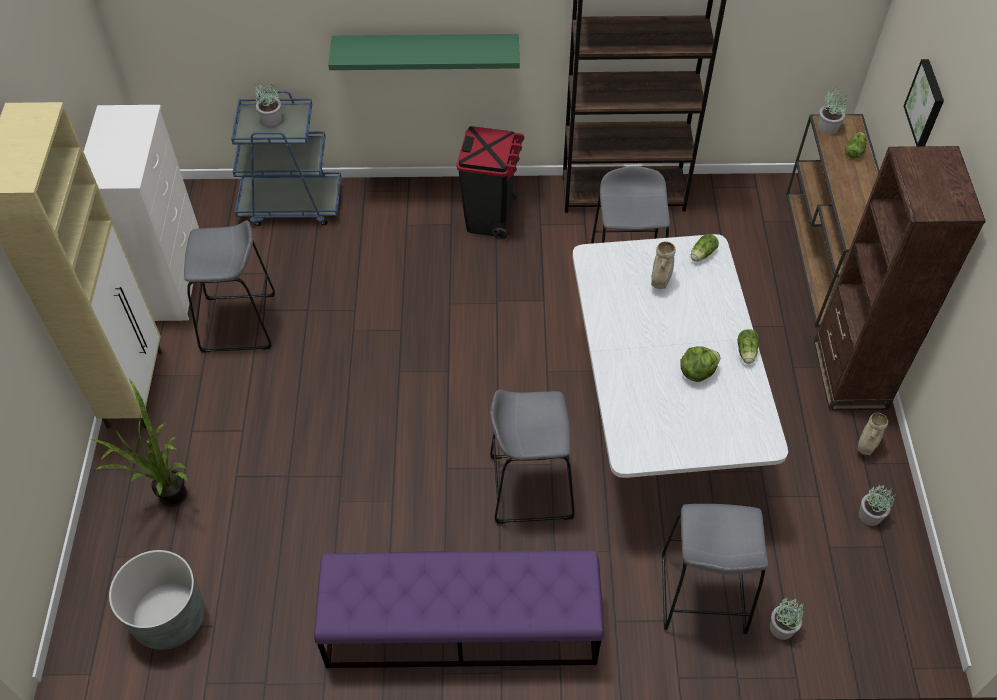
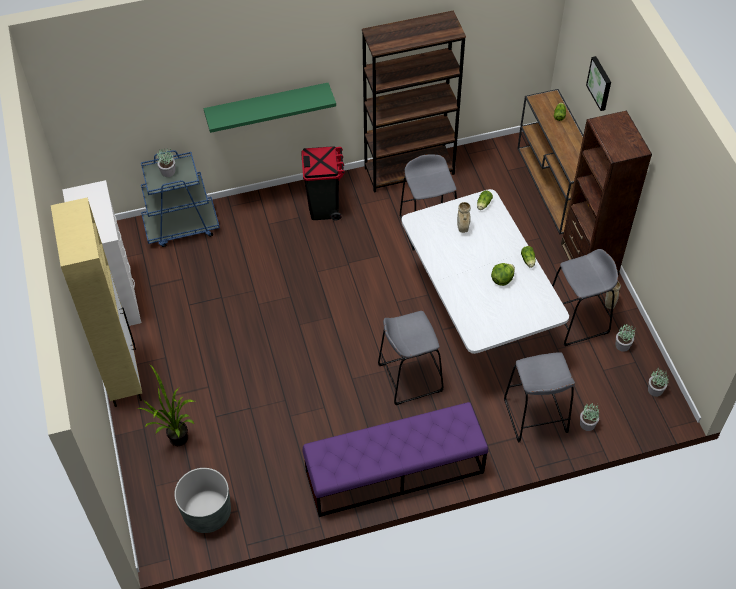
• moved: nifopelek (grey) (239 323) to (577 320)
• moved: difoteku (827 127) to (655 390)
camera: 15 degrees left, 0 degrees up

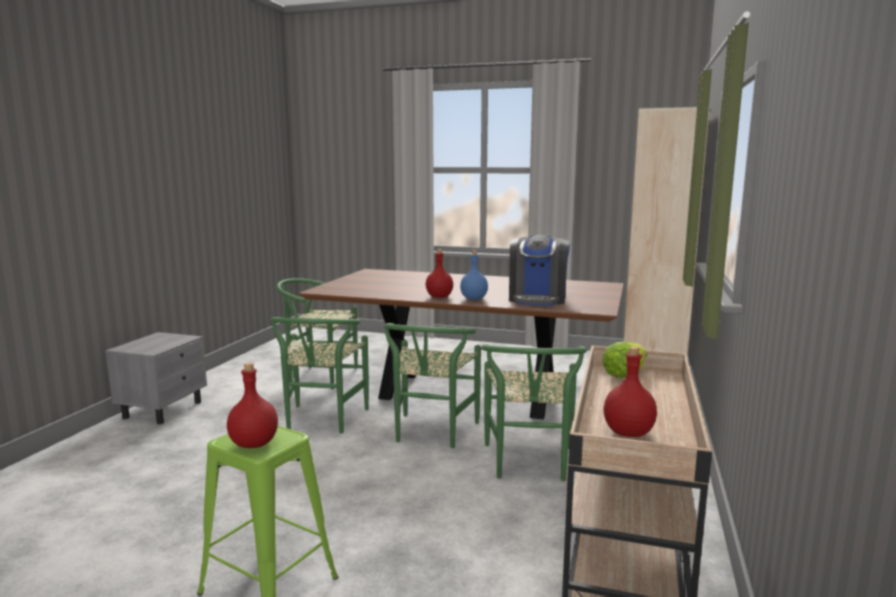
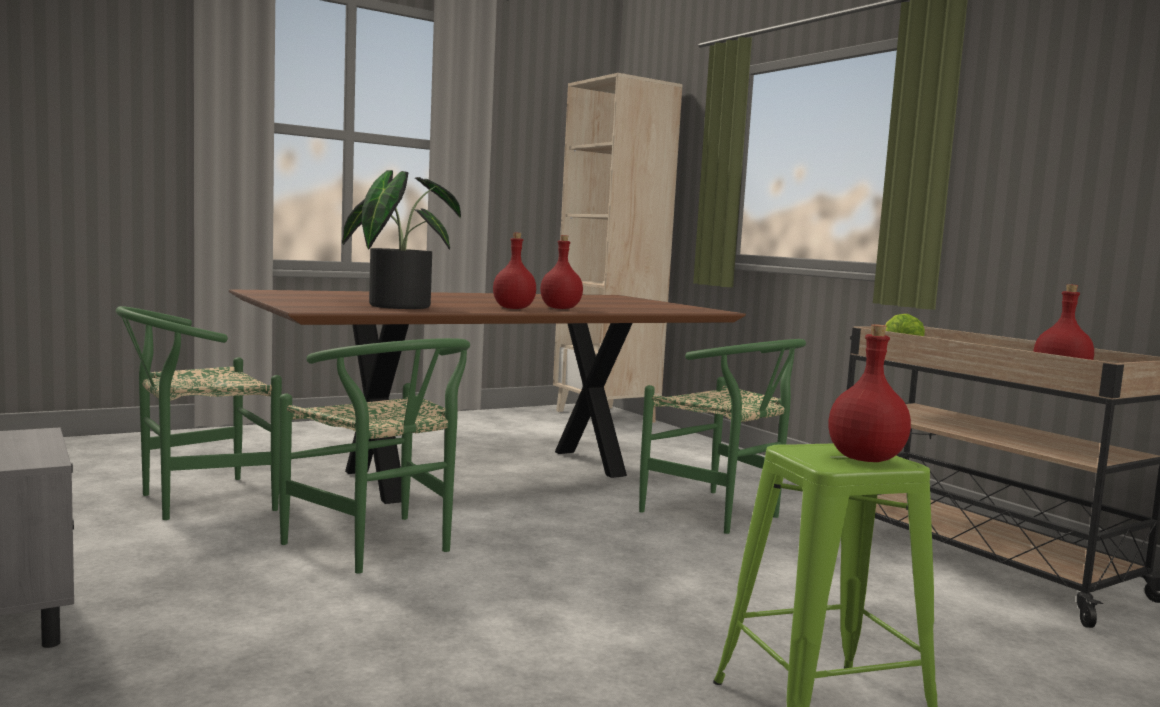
• removed: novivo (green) (431 434)
• recoloured: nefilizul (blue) (474 299) to nefilizul (red) (561 308)
• removed: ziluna (537 299)
• added: difoteku (397 306)
camera: 50 degrees left, 5 degrees down

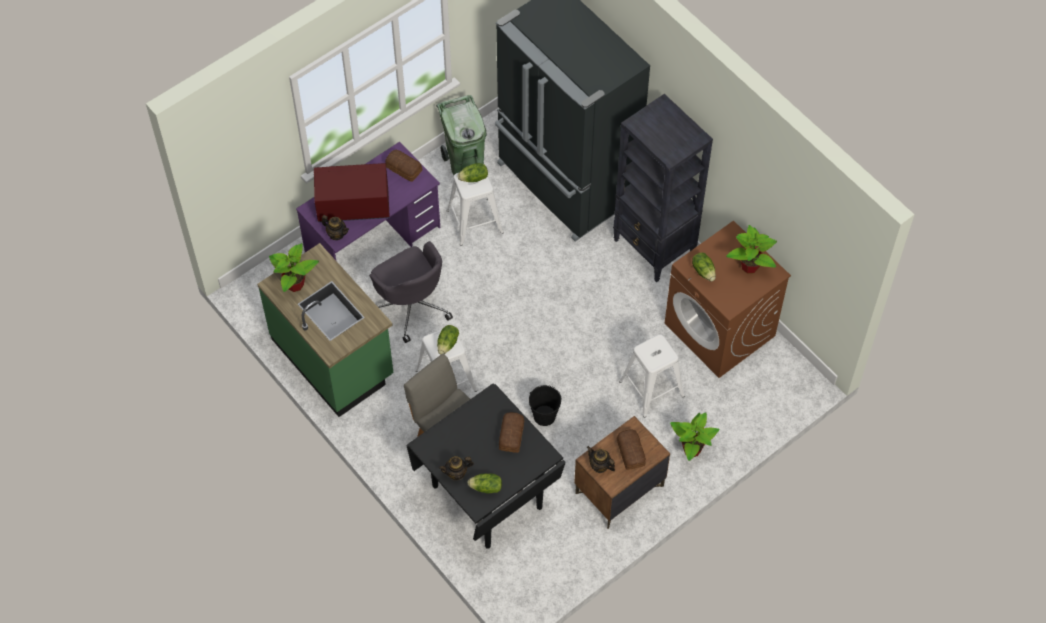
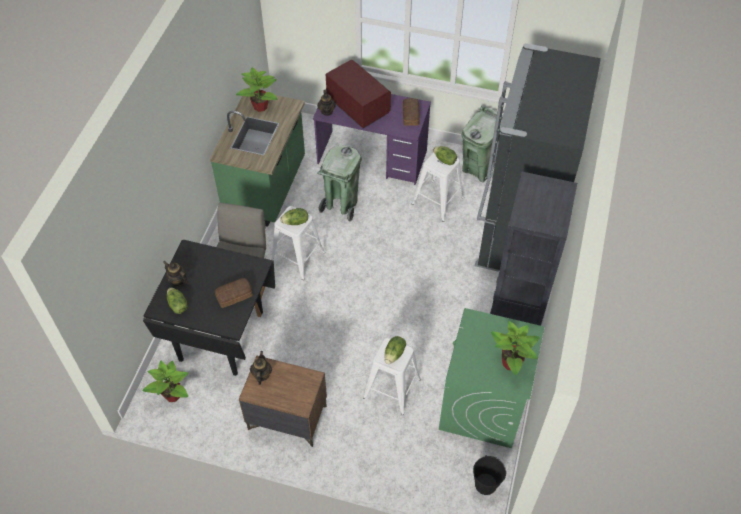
• replaced: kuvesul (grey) (411 305) to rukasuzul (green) (341 205)
• moved: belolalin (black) (544 416) to (485 484)
• removed: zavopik (631 452)
• recoloured: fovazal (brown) (720 330) to fovazal (green) (483 405)
• moved: difoteku (692 449) to (173 395)
• moved: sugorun (704 271) to (394 354)
camera: 55 degrees right, 5 degrees down

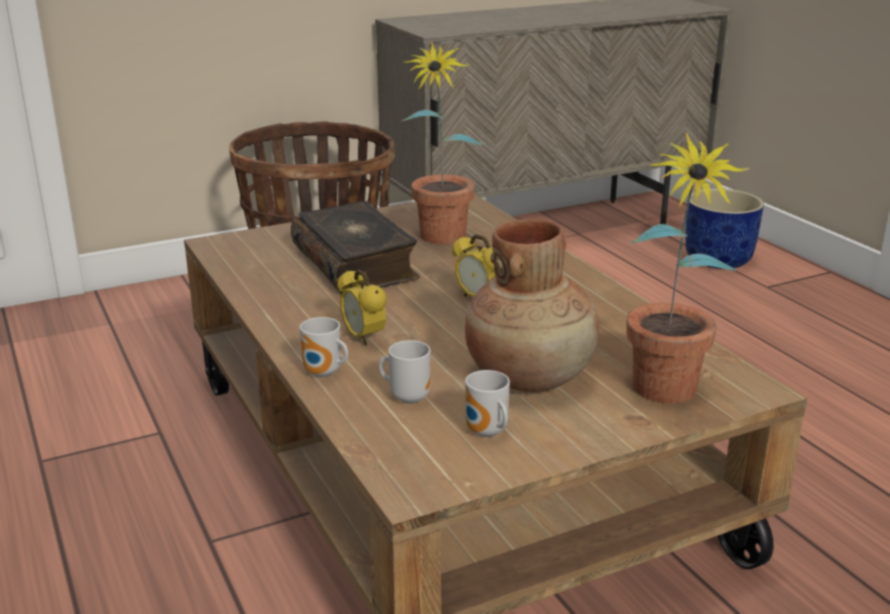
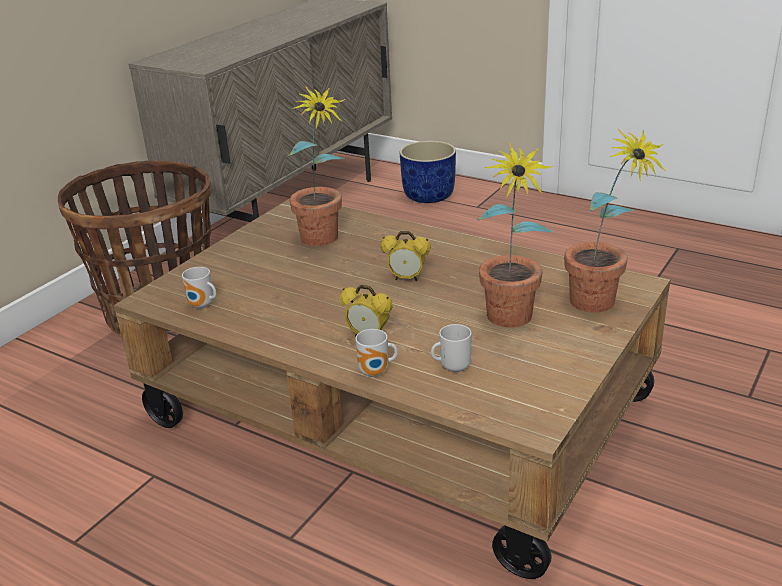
• removed: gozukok (356 264)
• replaced: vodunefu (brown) (531 377) to difoteku (510 323)
• moved: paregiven (486 433) to (202 306)
camera: 30 degrees left, 5 degrees up

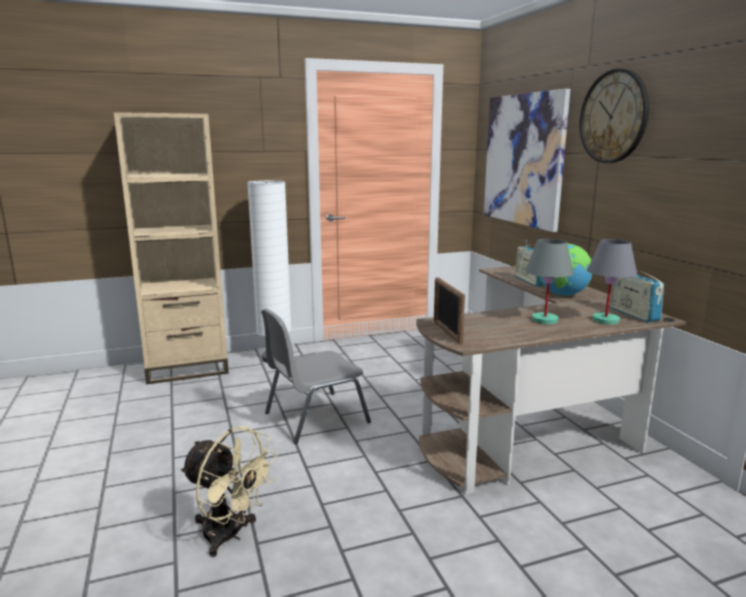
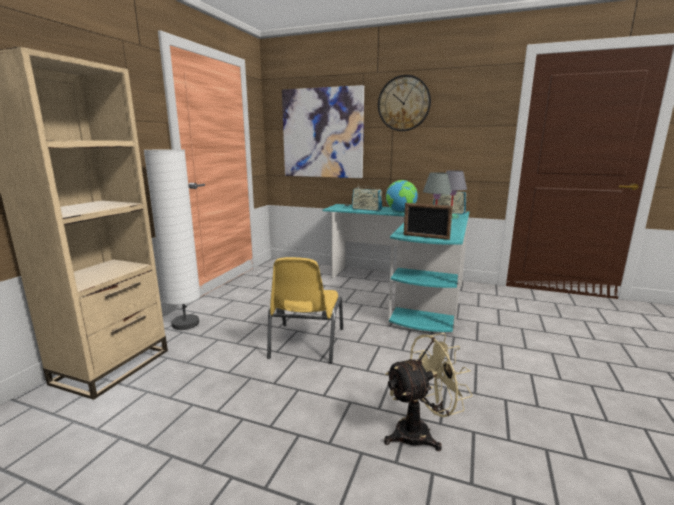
• recoloured: novivo (grey) (314 417) to novivo (yellow) (306 343)
• recoloured: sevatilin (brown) (534 422) to sevatilin (turquoise) (406 292)
camera: 50 degrees left, 0 degrees up

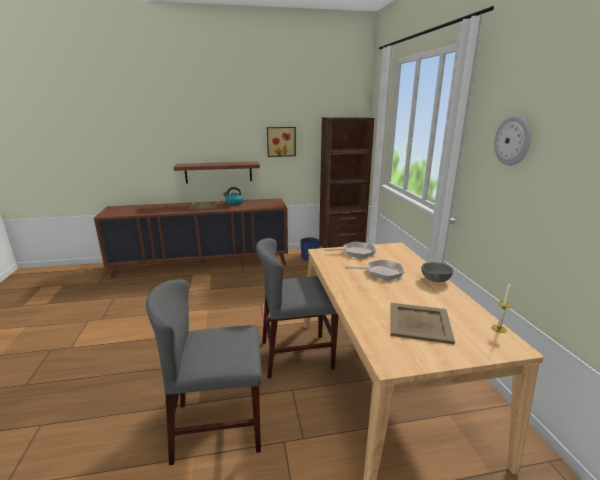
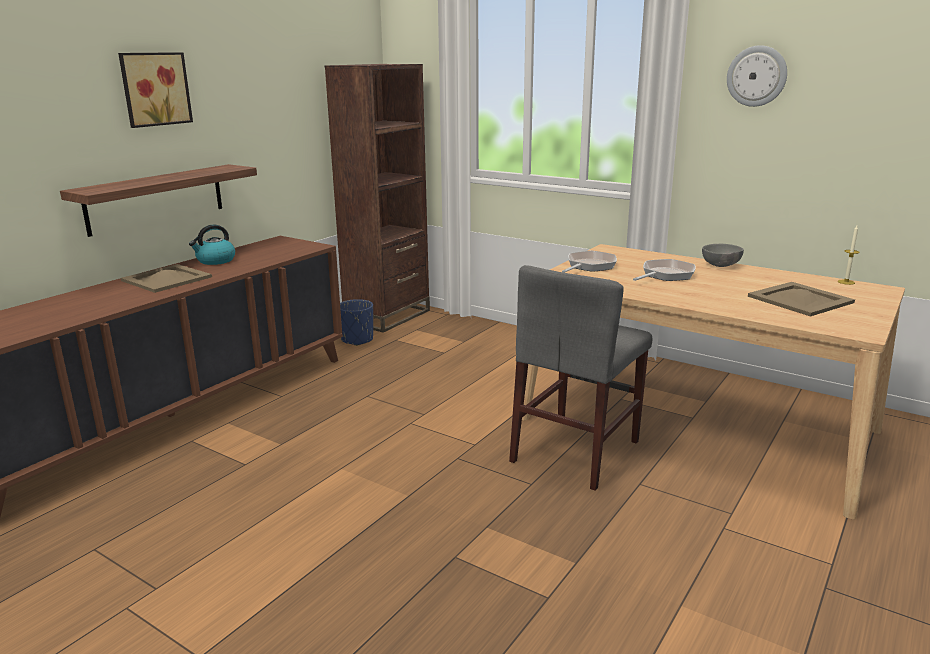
• removed: novivo (grey) (218 426)
• moved: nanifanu (281 141) to (154 89)
camera: 45 degrees left, 0 degrees up

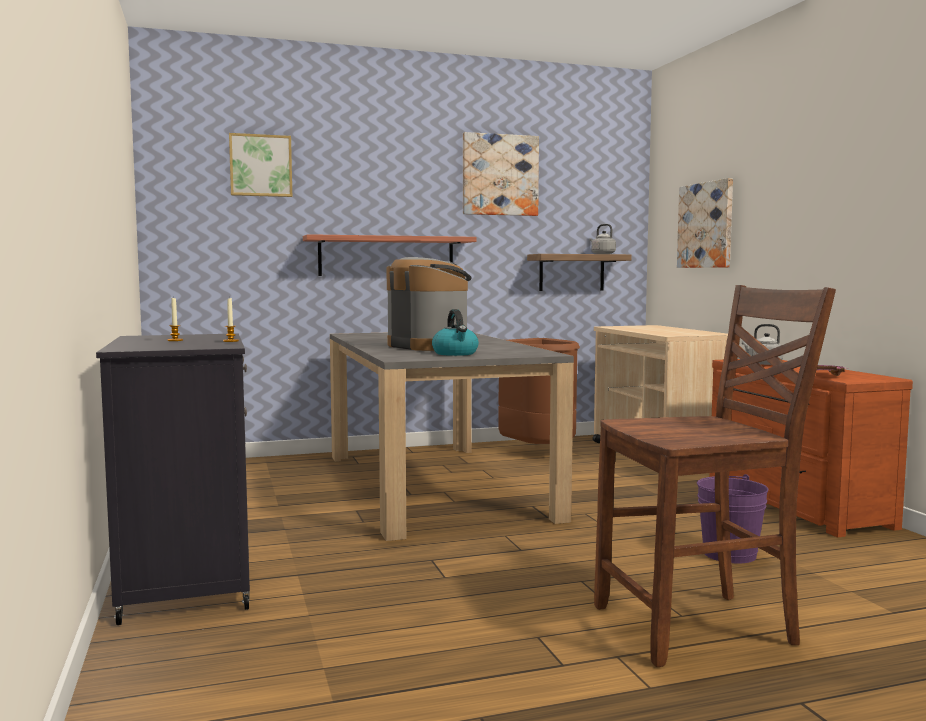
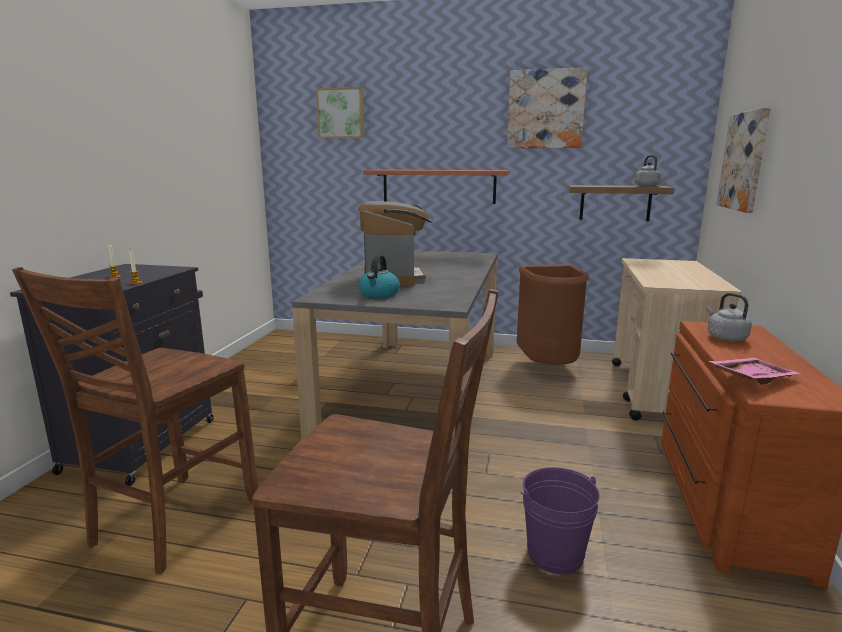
• added: novivo (brown) (172 522)
camera: 30 degrees right, 10 degrees up

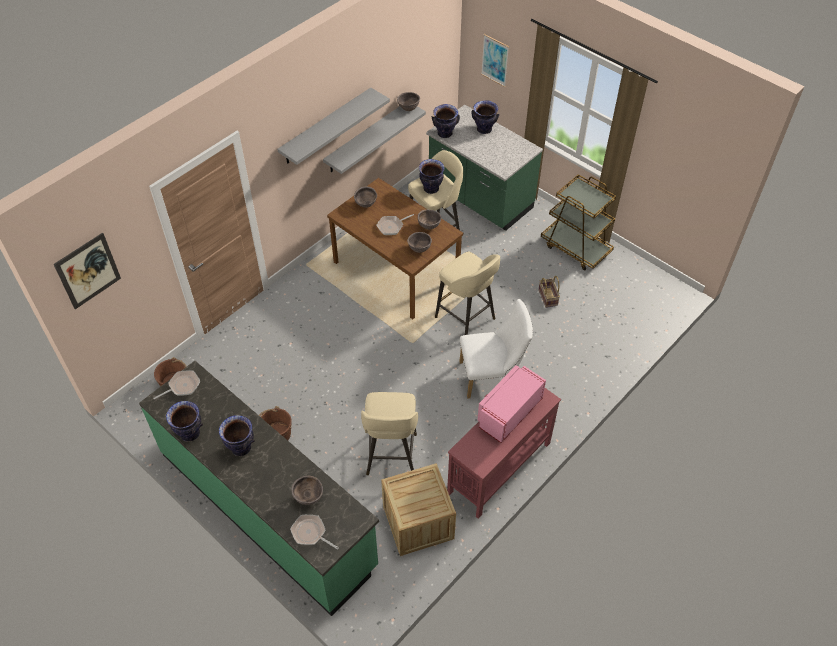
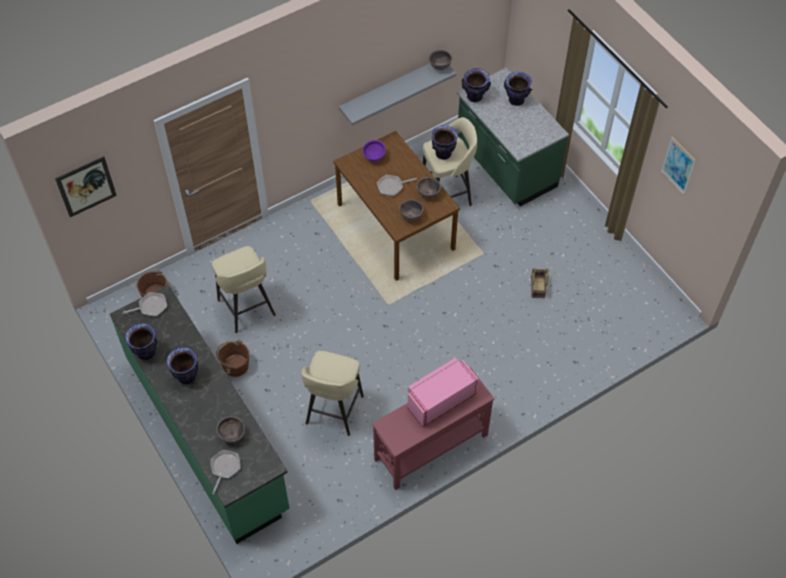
• removed: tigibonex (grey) (326 126)
• turned: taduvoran (310 533) = (224 468) 60 degrees clockwise
• recoloured: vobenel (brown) (366 205) to vobenel (purple) (374 158)
• removed: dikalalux (418 522)
• moved: nifopelek (beige) (466 319) to (247 309)
• removed: novivo (white) (492 377)
• moved: nanifanu (495 60) to (678 165)
• removed: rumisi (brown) (575 248)
camera: 15 degrees right, 5 degrees up

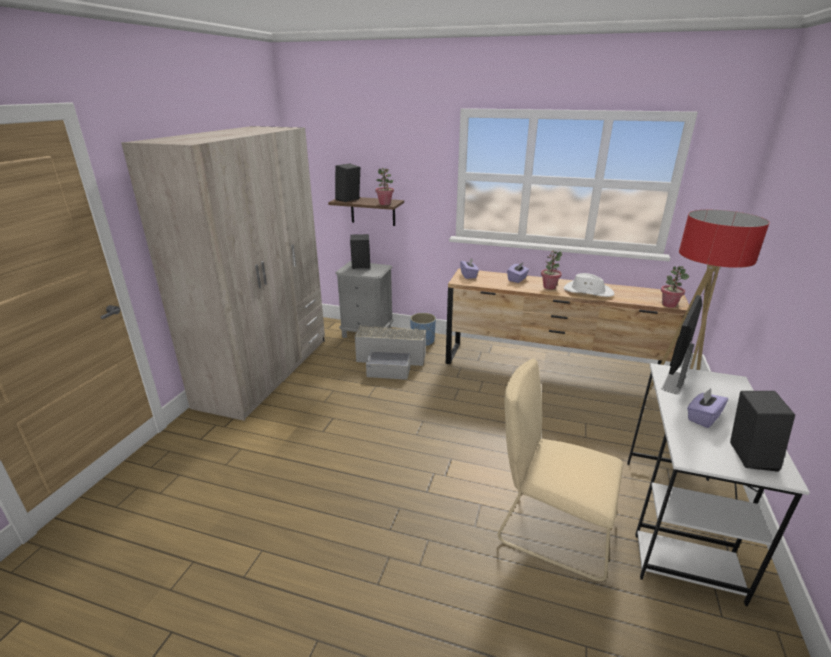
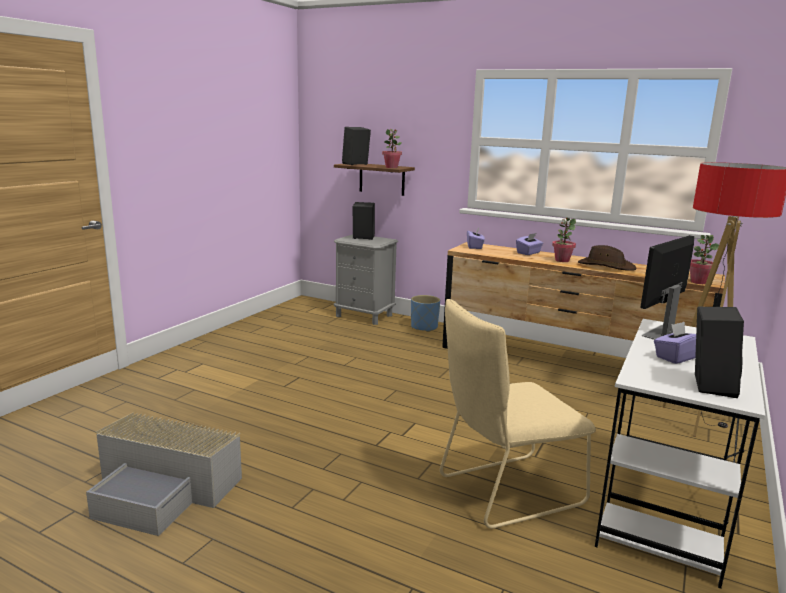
• removed: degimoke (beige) (266 371)
• moved: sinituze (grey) (391 361) to (165 489)
• turned: novivo (beige) (550 528) = (504 491) 60 degrees counterclockwise
• recoloured: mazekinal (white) (587 291) to mazekinal (brown) (605 266)
camera: 10 degrees right, 10 degrees down

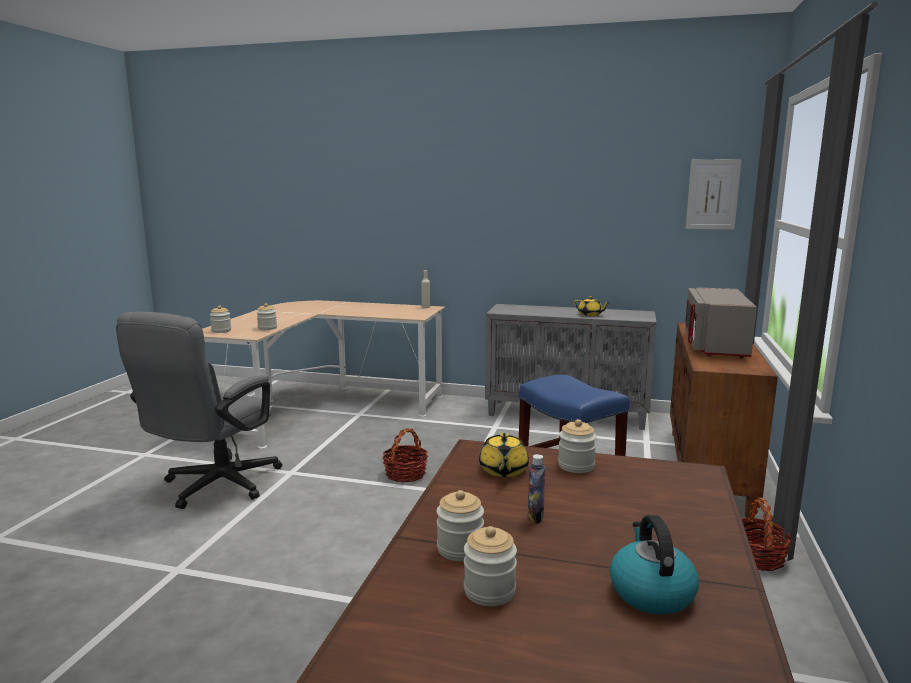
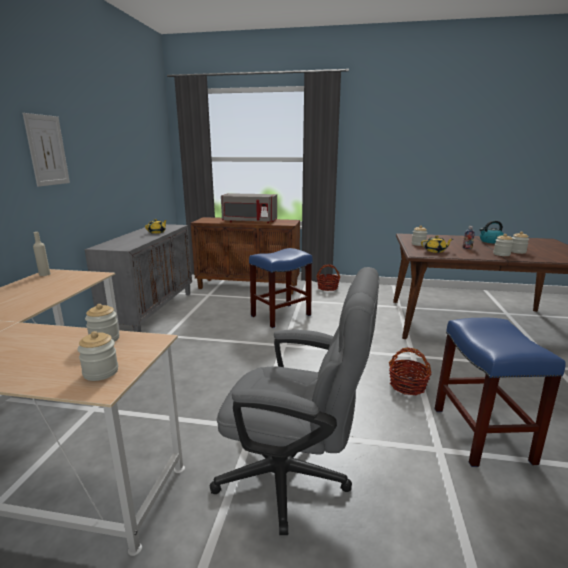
• moved: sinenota (405 474) to (407 386)
• moved: nanifanu (712 194) to (47 150)
• added: nifopelek (blue) (480 434)
camera: 95 degrees left, 5 degrees up

